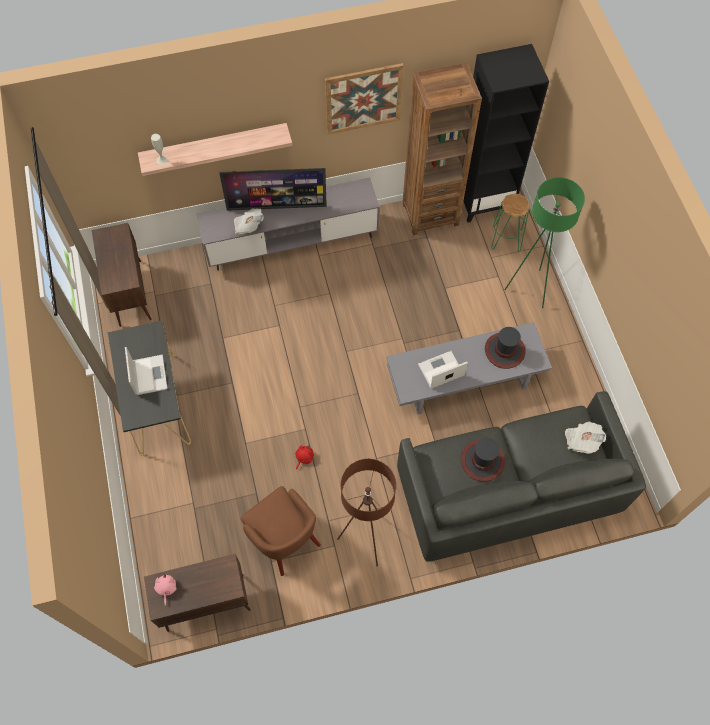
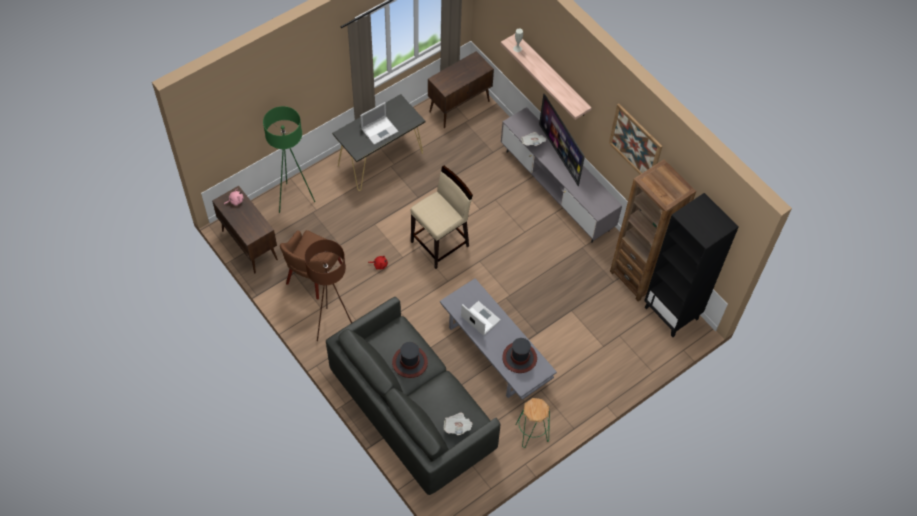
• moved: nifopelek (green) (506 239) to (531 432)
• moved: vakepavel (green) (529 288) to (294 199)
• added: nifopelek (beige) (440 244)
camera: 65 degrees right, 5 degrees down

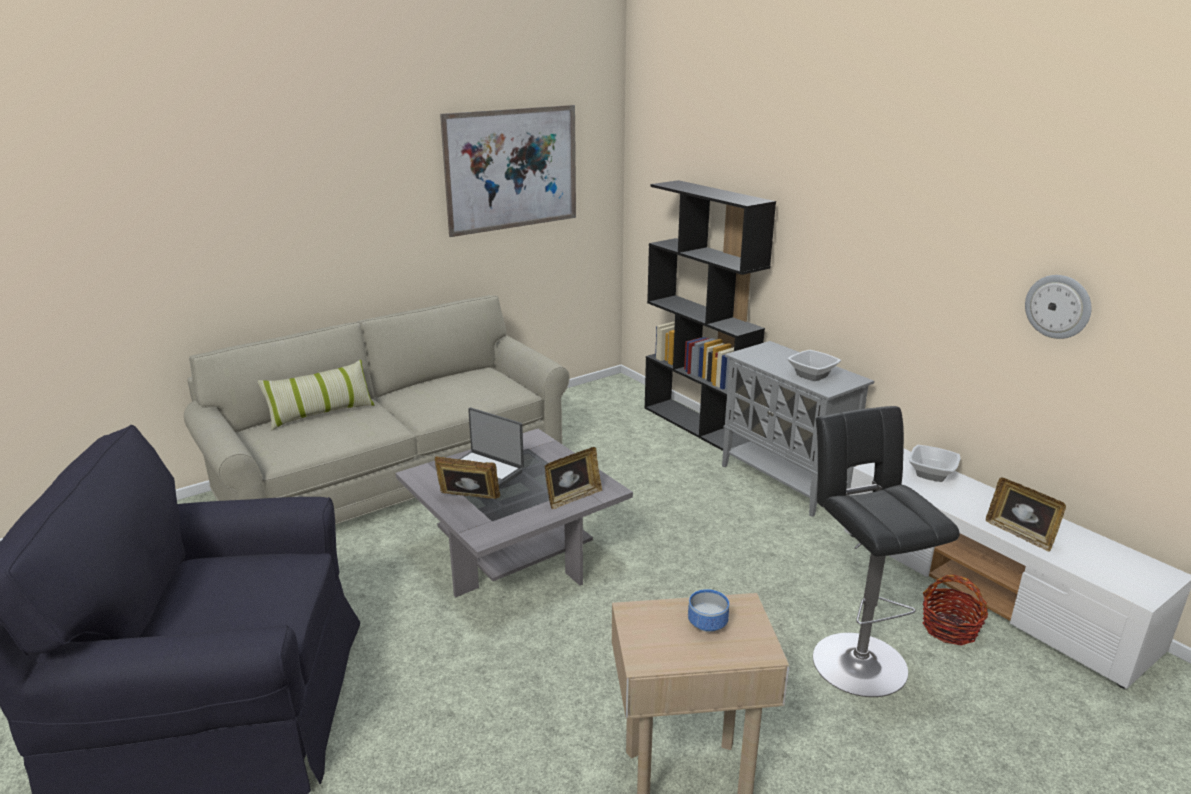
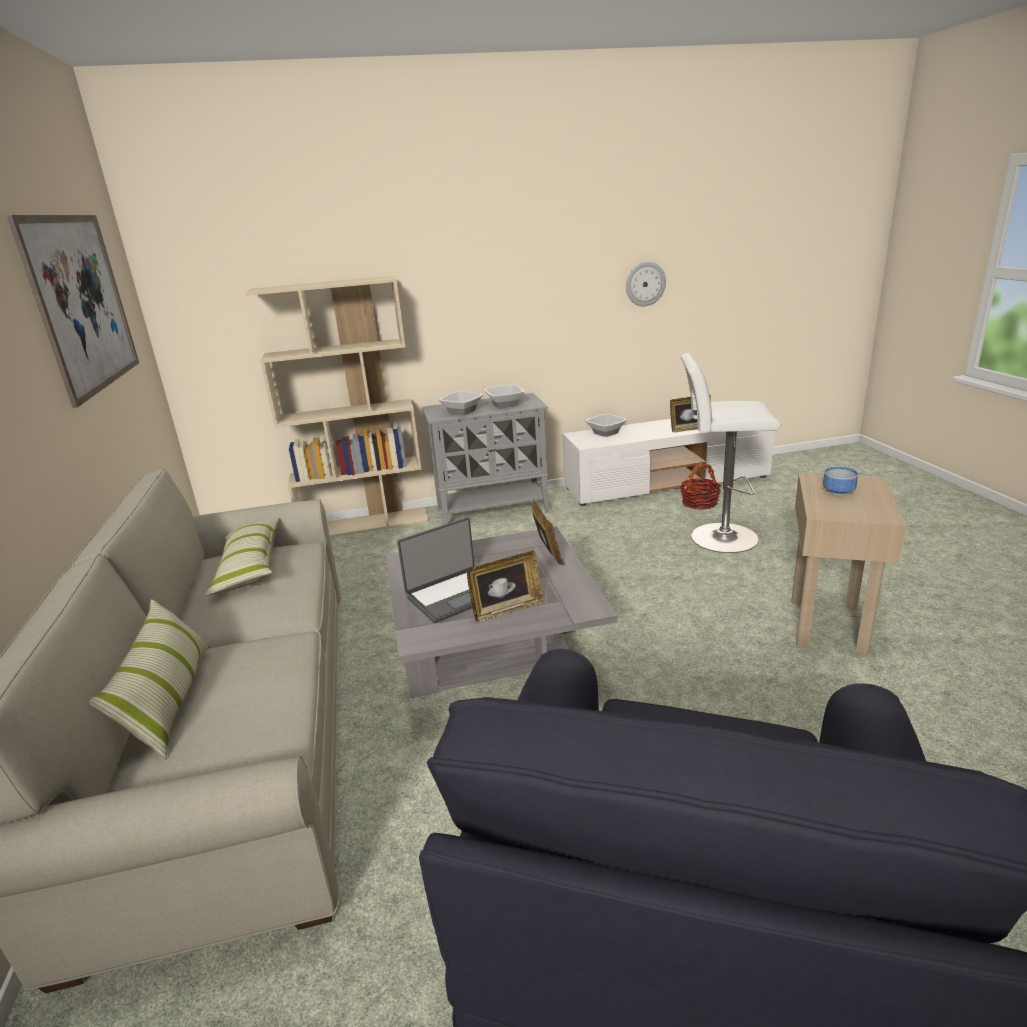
• turned: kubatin (468 499) = (507 610) 150 degrees counterclockwise
• recoloured: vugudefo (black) (698 425) to vugudefo (beige) (365 524)
• recoloured: nifopelek (black) (855 659) to nifopelek (white) (719 537)
• added: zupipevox (249 567)
• added: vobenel (462 411)
camera: 65 degrees left, 0 degrees up

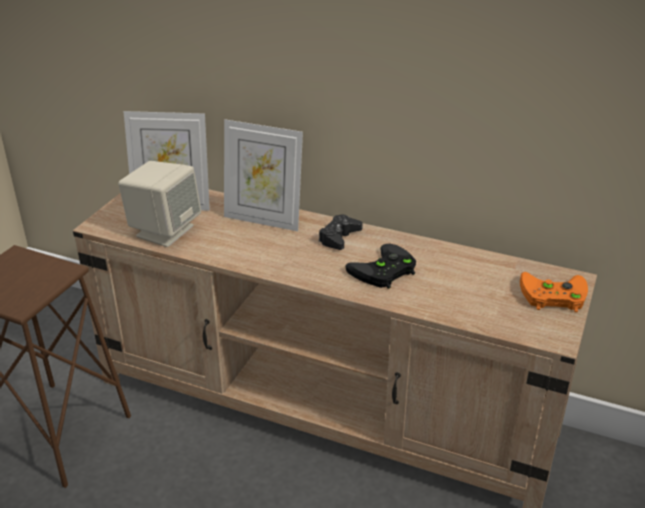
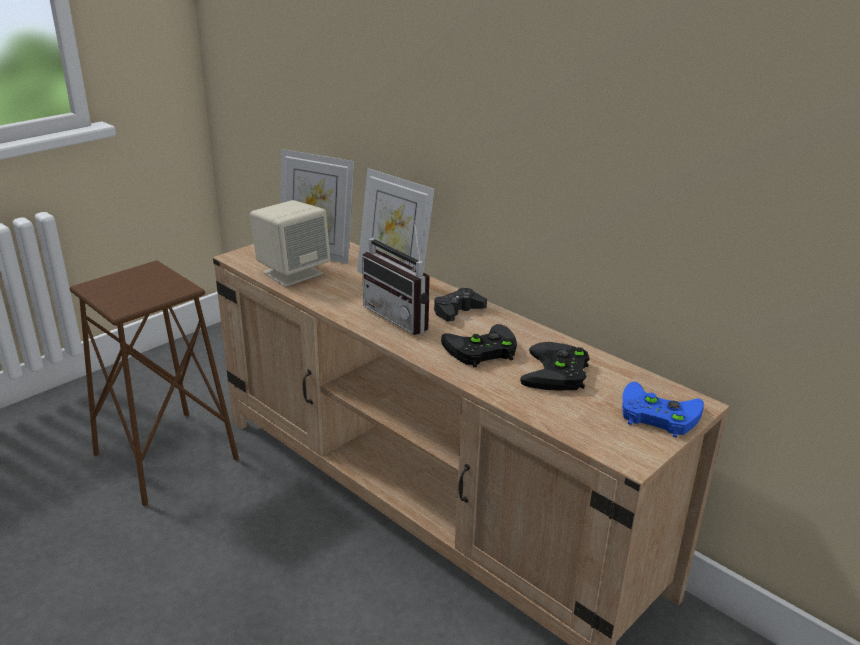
• recoloured: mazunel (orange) (551 296) to mazunel (blue) (655 414)
• added: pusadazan (403 317)
• added: mazunel (black) (558 374)
camera: 20 degrees right, 5 degrees down

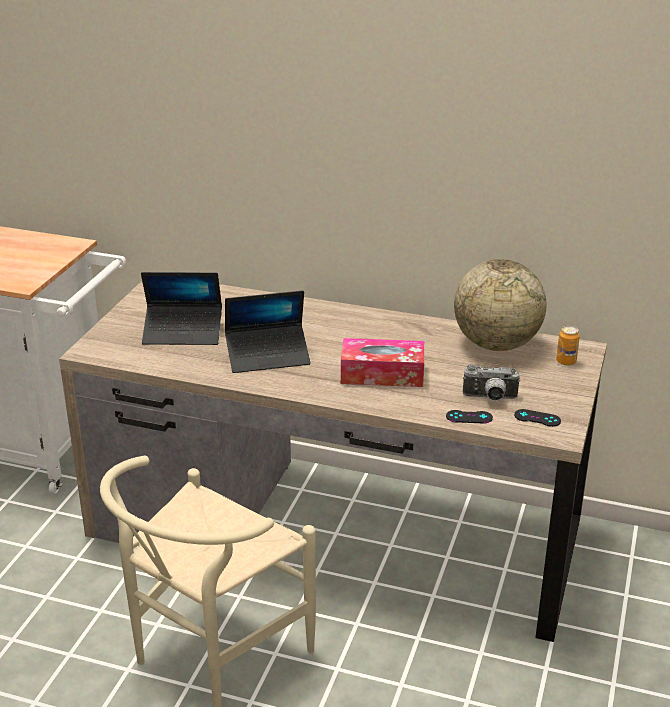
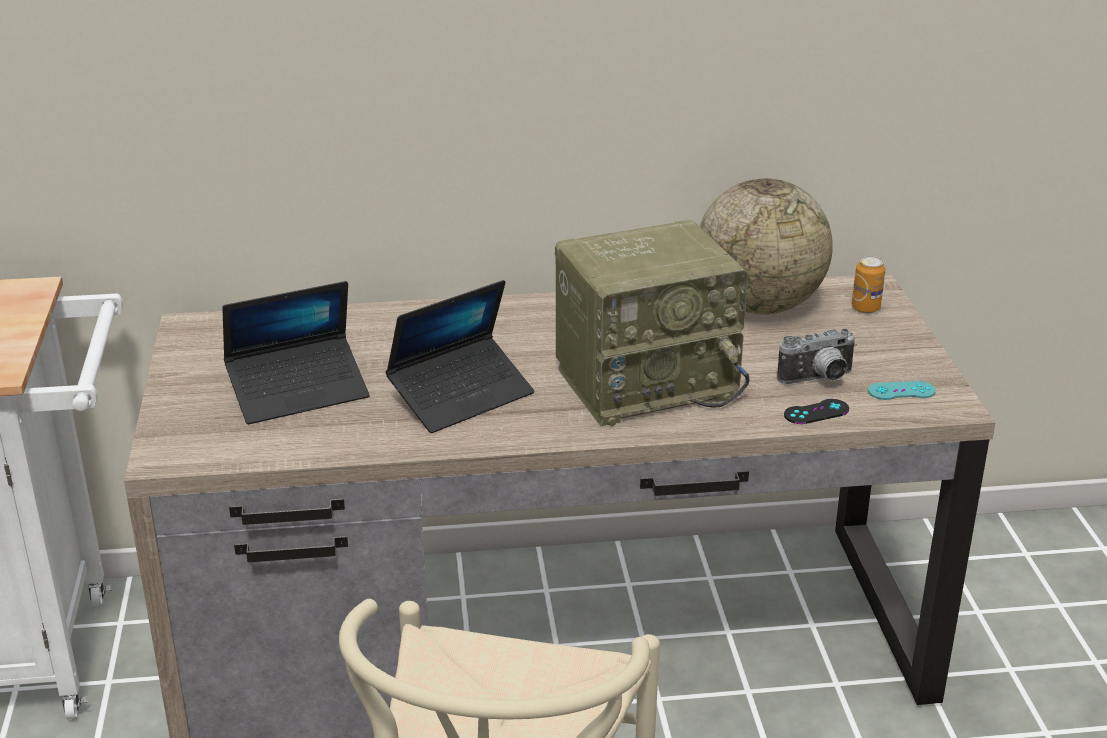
• replaced: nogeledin (382 374) to pusadazan (647 382)
• recoloured: mazunel (black) (537 418) to mazunel (turquoise) (901 391)
camera: 25 degrees left, 0 degrees up

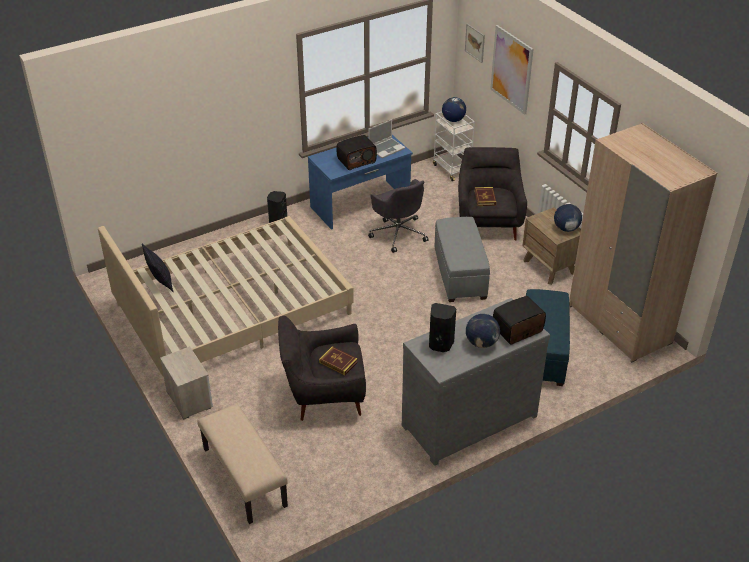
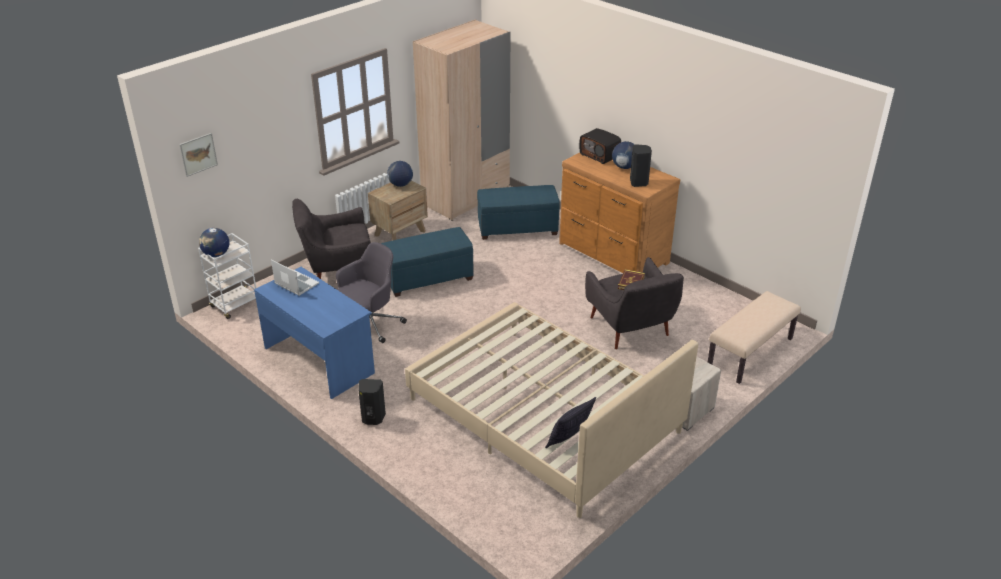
• removed: pusadazan (356 160)
• recoloured: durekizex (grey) (467 419) to durekizex (brown) (612 254)
• recoloured: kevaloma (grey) (460 275) to kevaloma (blue) (428 278)
• removed: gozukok (485 198)
• removed: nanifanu (512 69)
camera: 105 degrees left, 5 degrees down

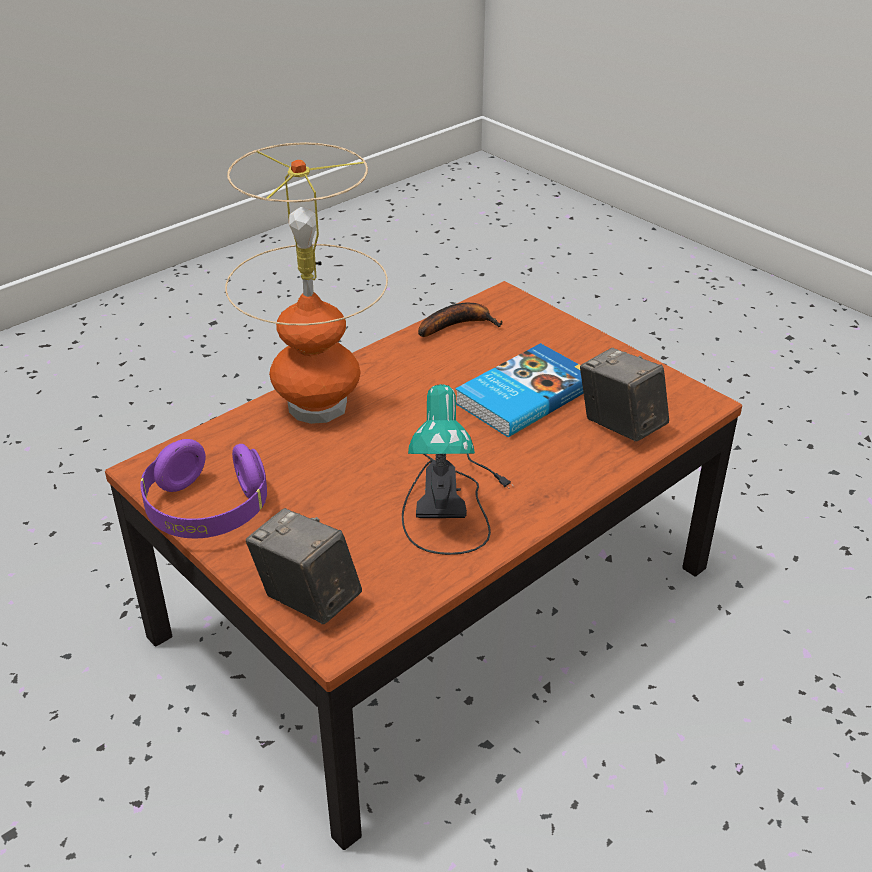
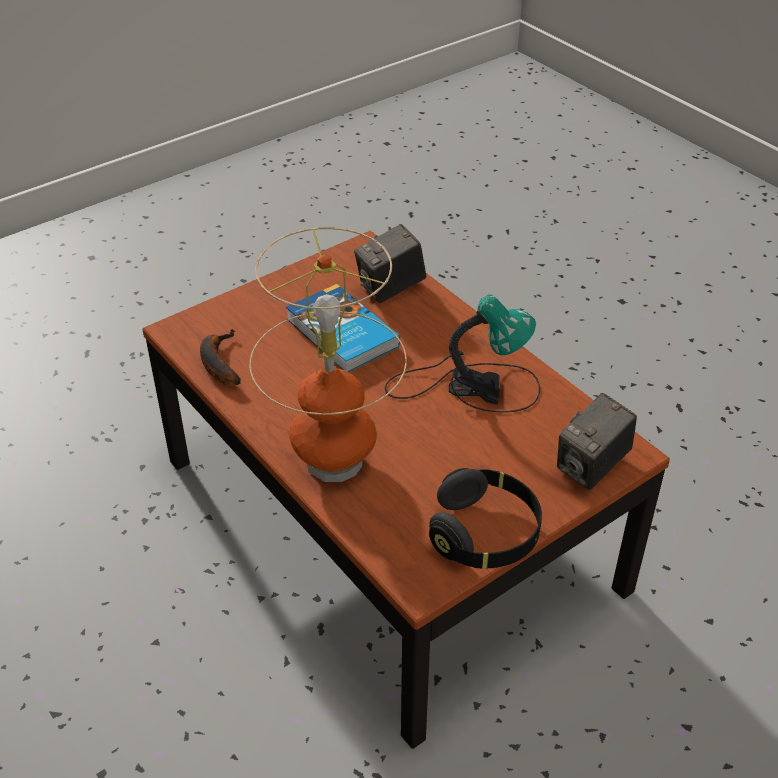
• recoloured: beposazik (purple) (207 510) to beposazik (black) (485 534)
camera: 85 degrees left, 5 degrees up

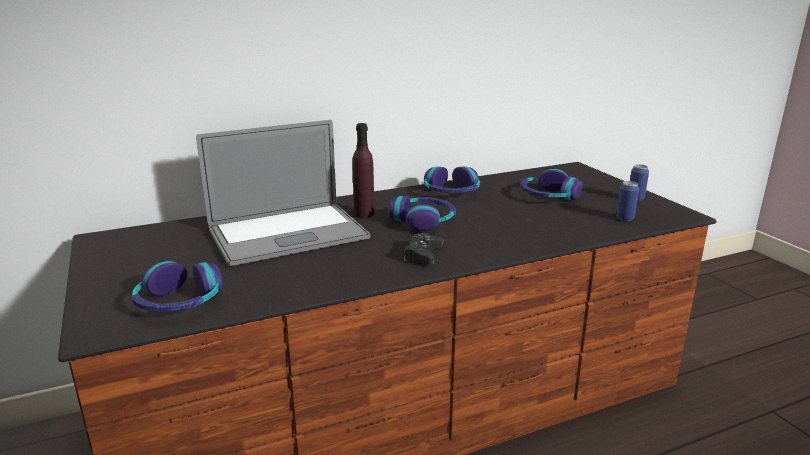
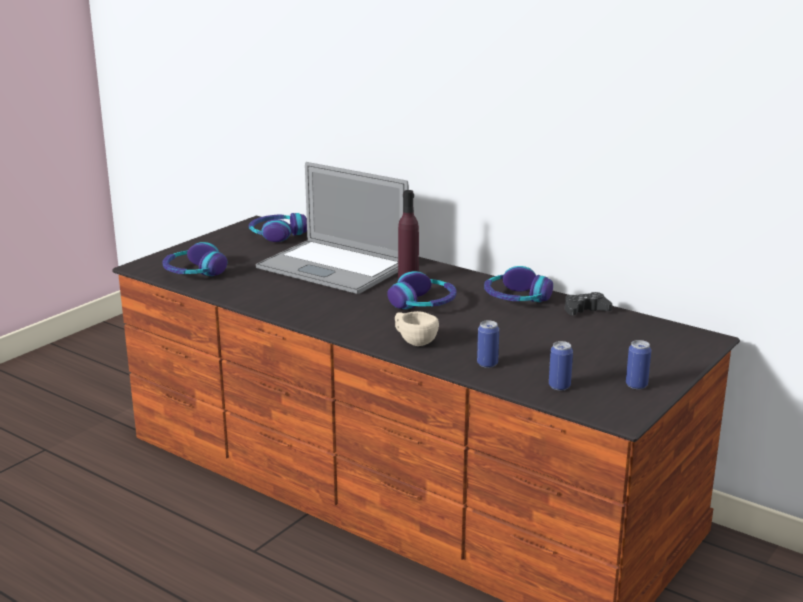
• moved: mazunel (black) (423 255) to (585 310)
• moved: beposazik (548 196) to (277 234)
• added: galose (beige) (414 341)
• added: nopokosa (487 364)
camera: 60 degrees right, 0 degrees up

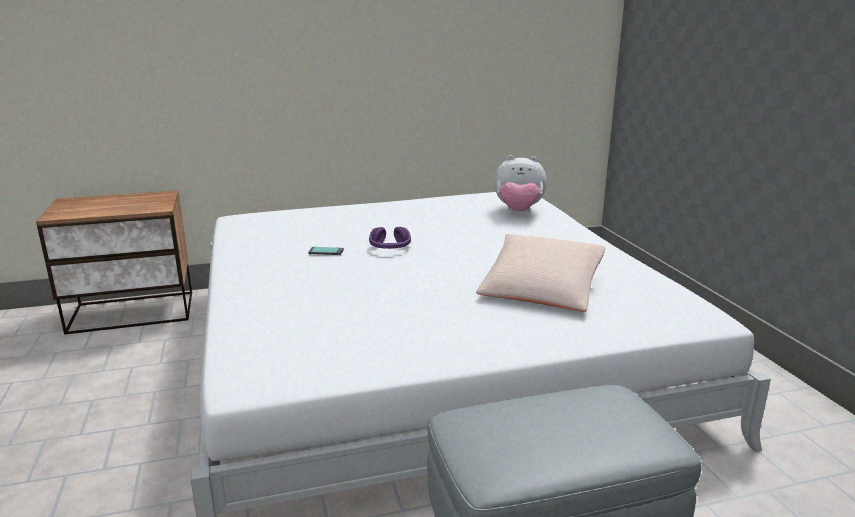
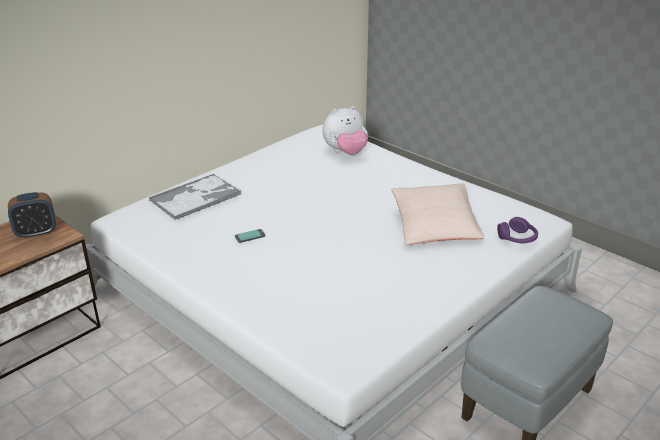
• moved: beposazik (purple) (390 248) to (517 238)
• added: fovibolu (36 233)
• added: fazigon (196 197)
camera: 30 degrees left, 10 degrees up

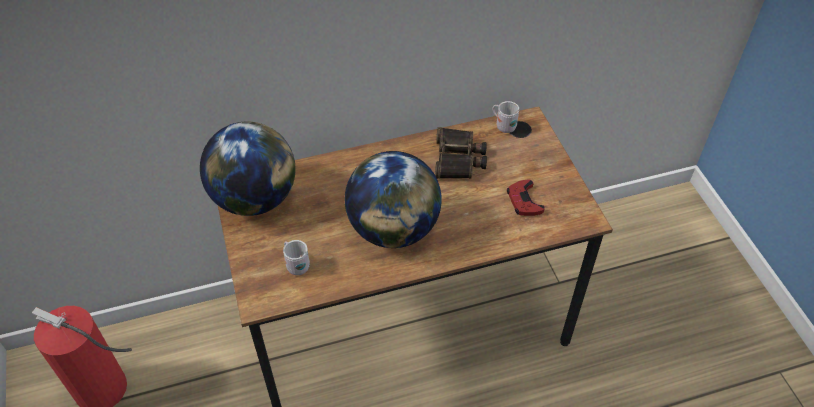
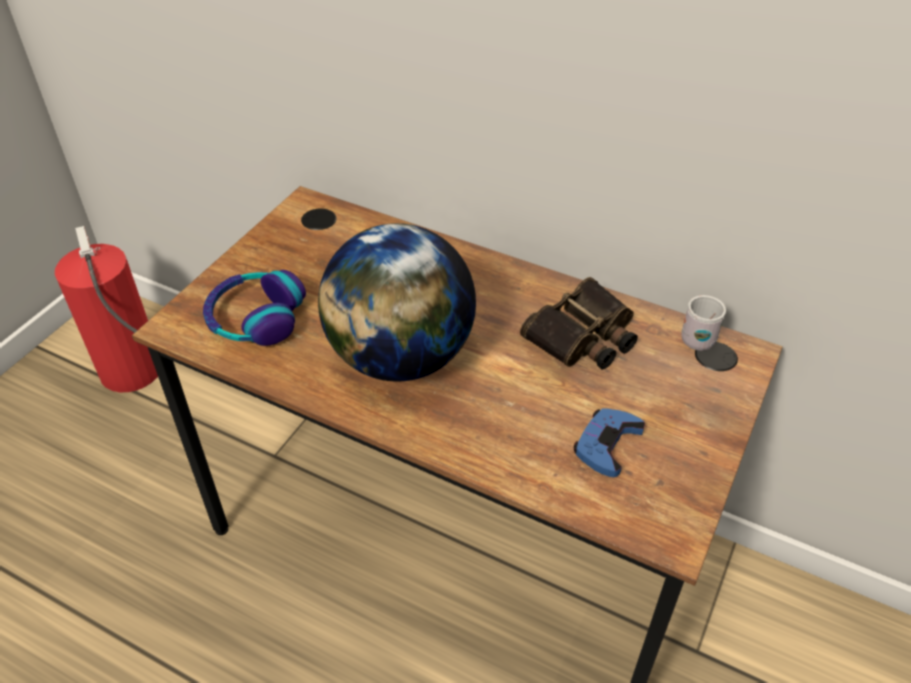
• removed: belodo (255 199)
• replaced: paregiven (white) (296 265) to beposazik (255 318)
• recoloured: mazunel (red) (524 201) to mazunel (blue) (606 444)
camera: 45 degrees right, 5 degrees down

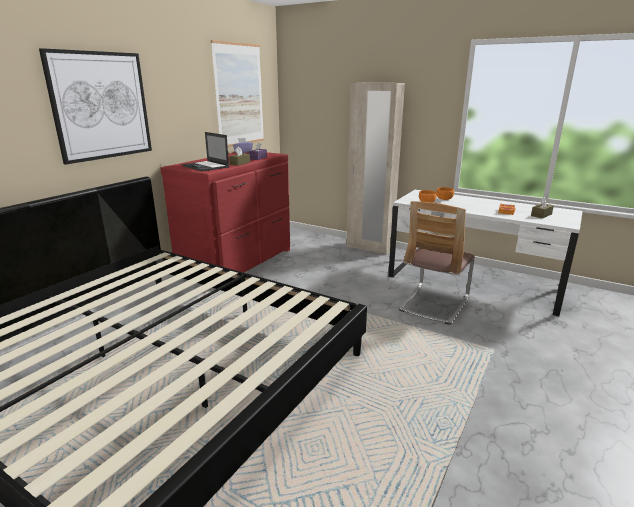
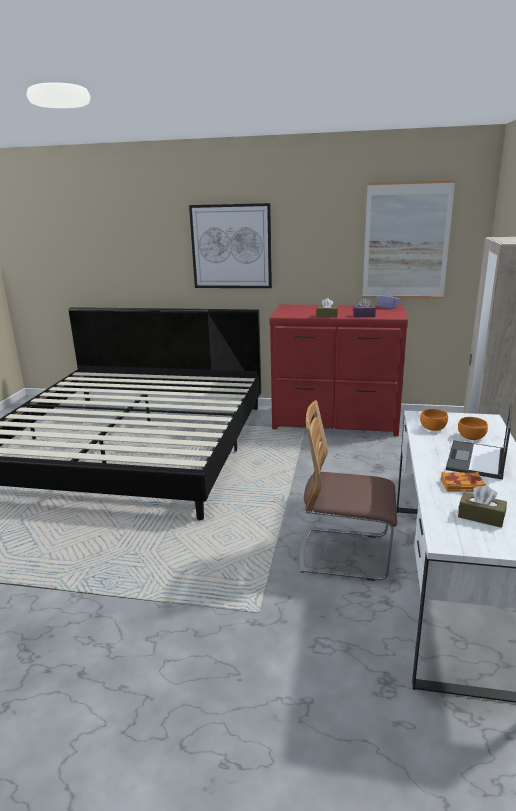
• moved: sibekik (206 166) to (476 460)
camera: 70 degrees right, 0 degrees up

